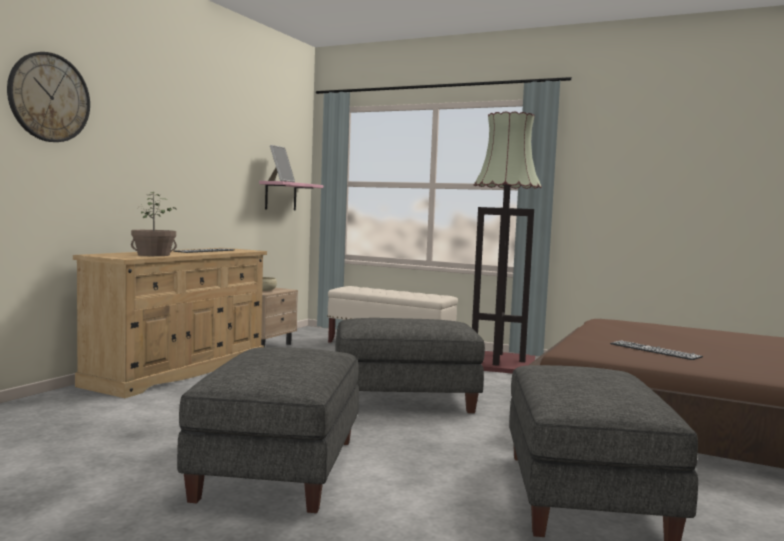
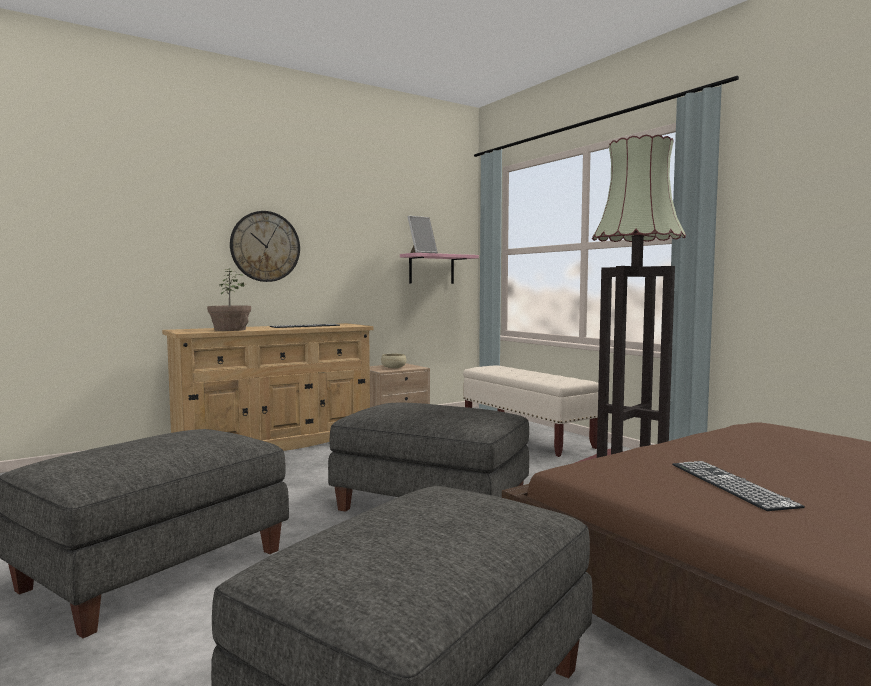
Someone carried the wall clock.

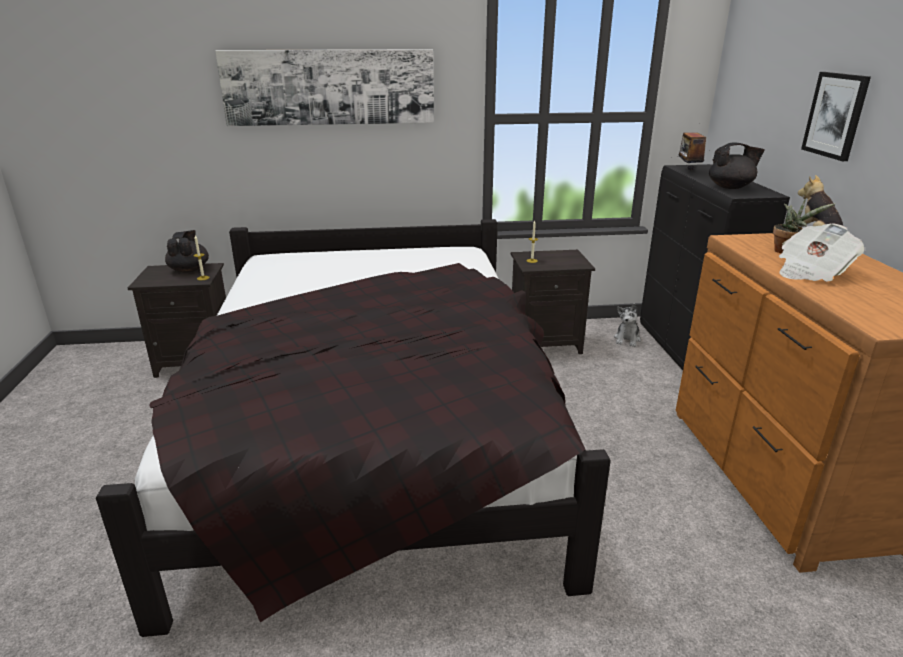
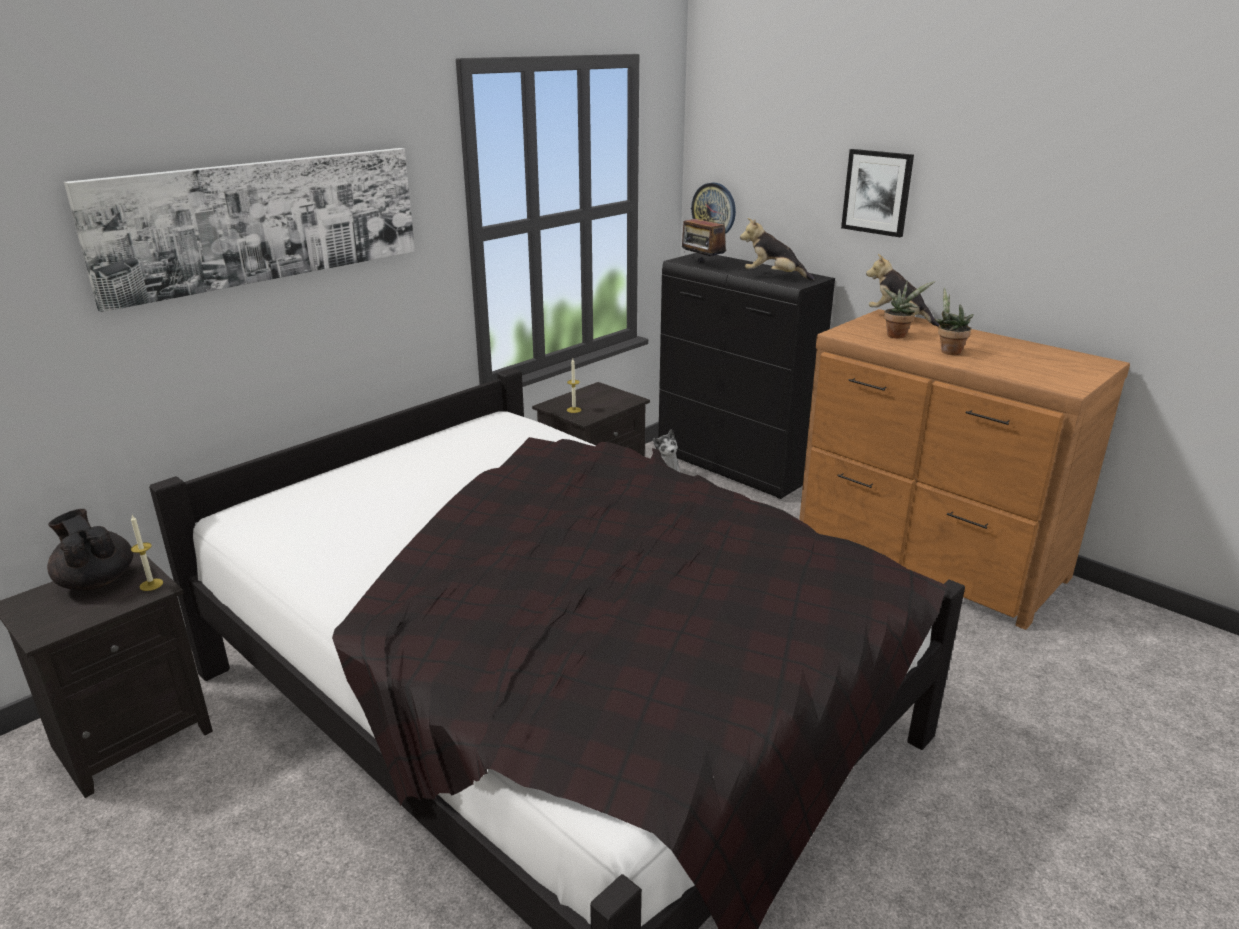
Someone swapped the black teapot (no. 2 from left) for the plush toy (no. 2 from left).
Someone swapped the newspaper for the potted plant (no. 2 from left).
Someone put up the wall clock.

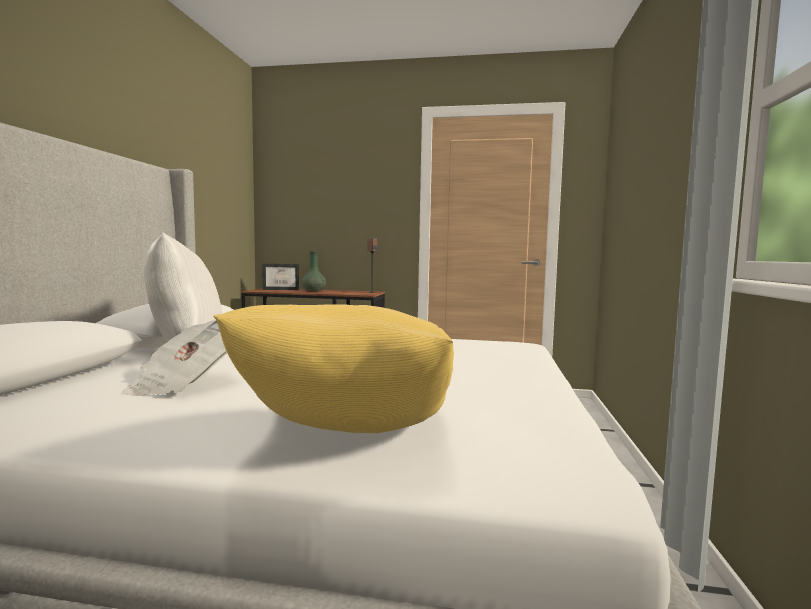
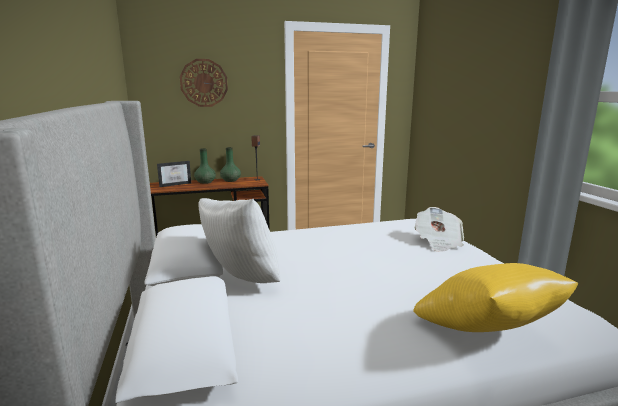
Someone carried the newspaper.
Someone put up the wall clock.
Someone put down the green vase (no. 2 from left).

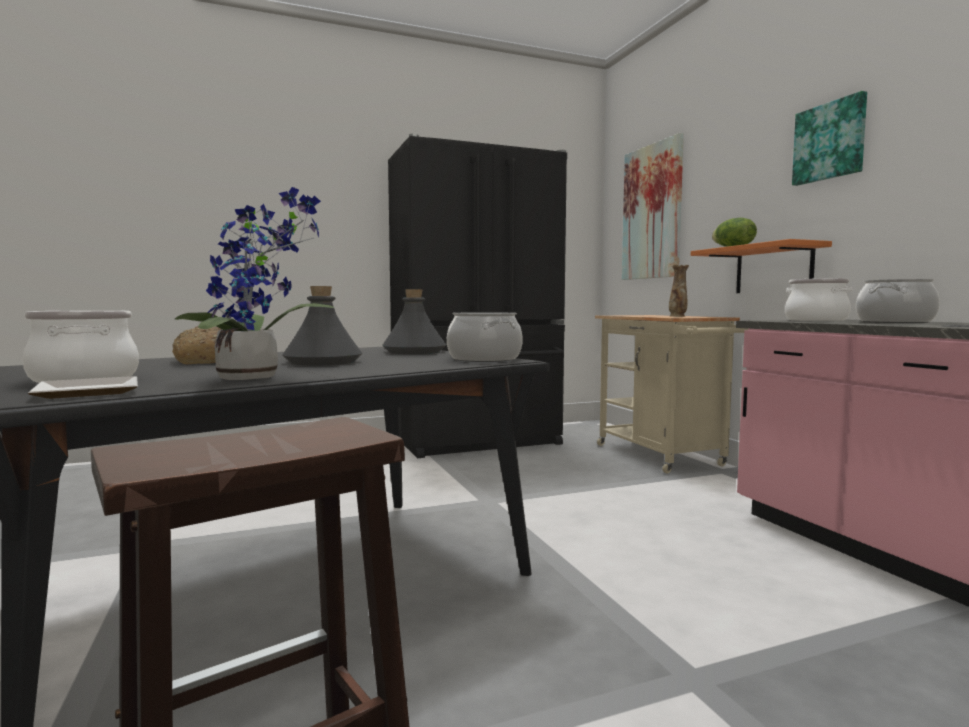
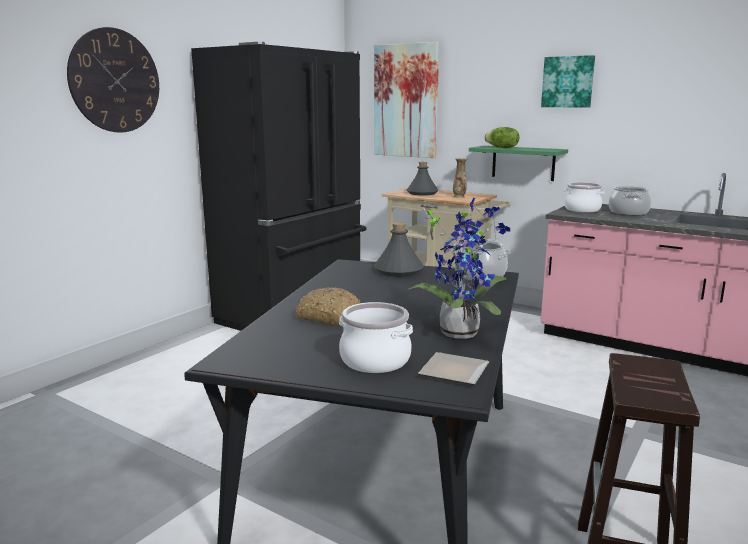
Someone carried the grey bottle (no. 1 from left in the first image).
Someone repainted the orange shelf, which became the green shelf.
Someone put up the wall clock.

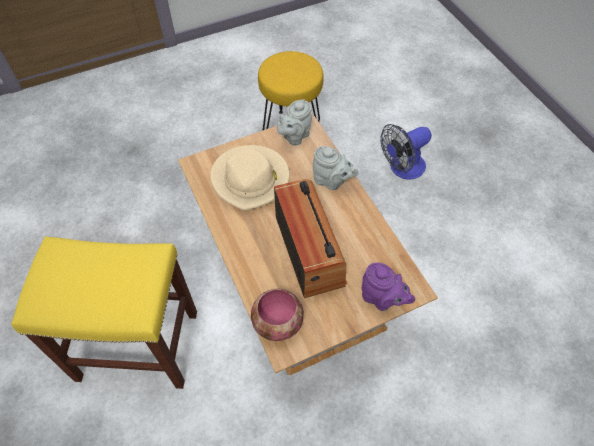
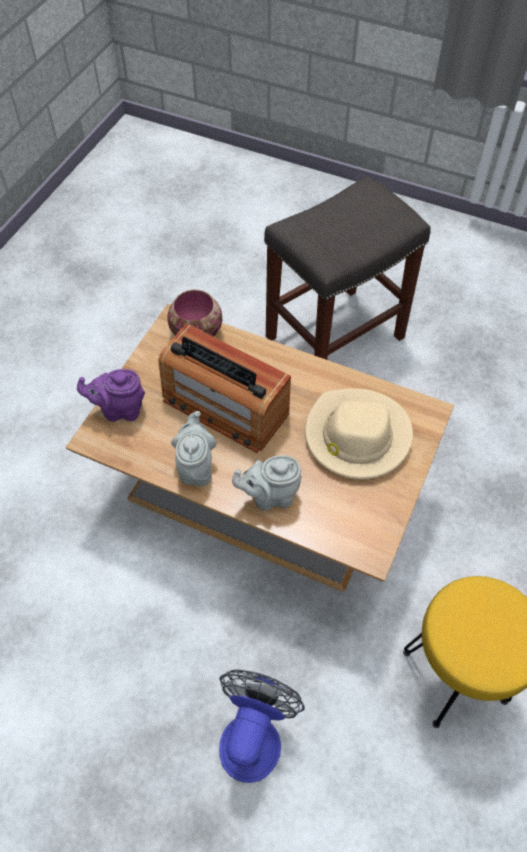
Someone repainted the yellow stool (no. 1 from left), which became the grey stool.
Someone carried the grey teapot (no. 1 from left).

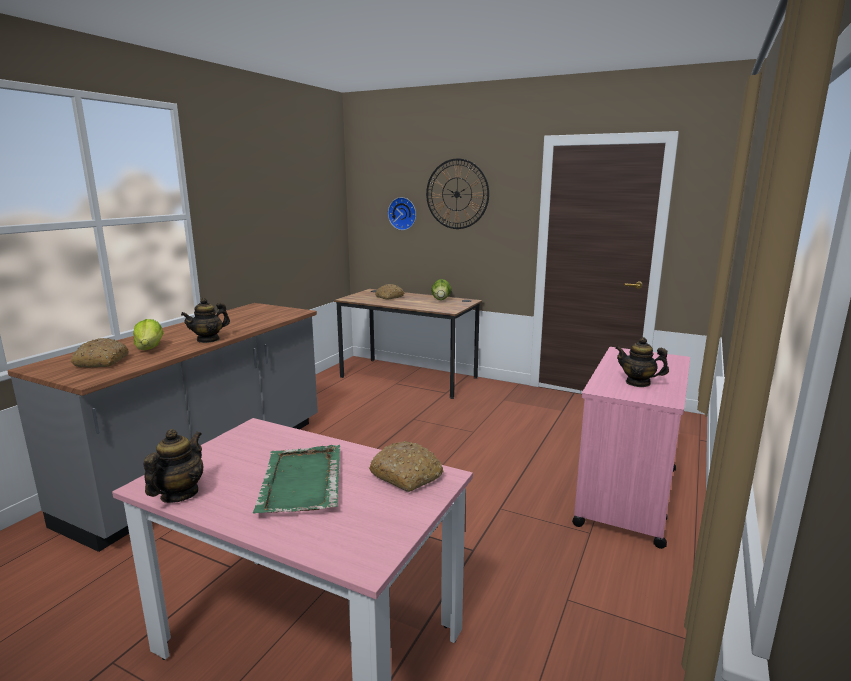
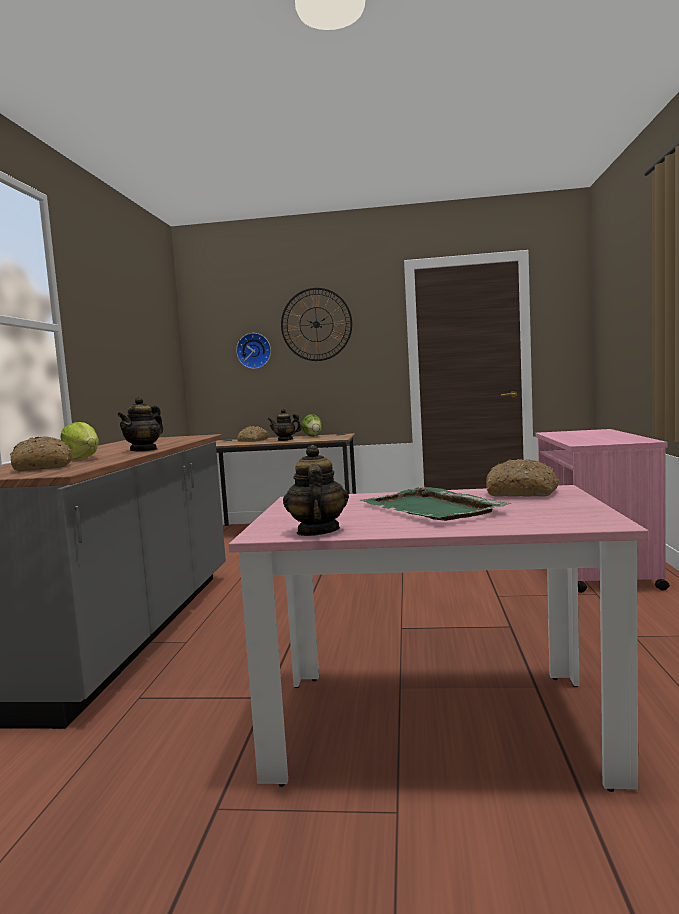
Someone carried the teapot (no. 3 from left in the first image).

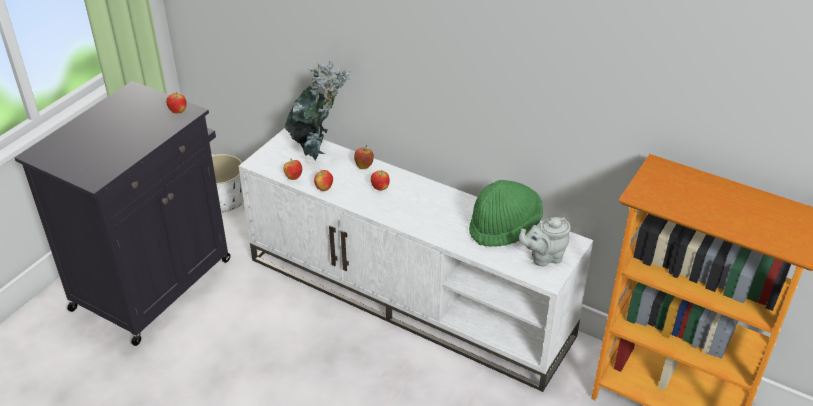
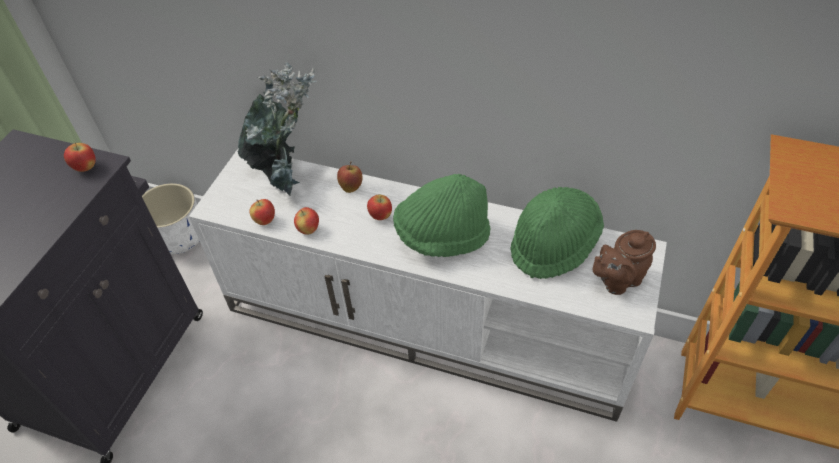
Someone repainted the grey teapot, which became the brown teapot.
Someone put down the green hat (no. 1 from left).

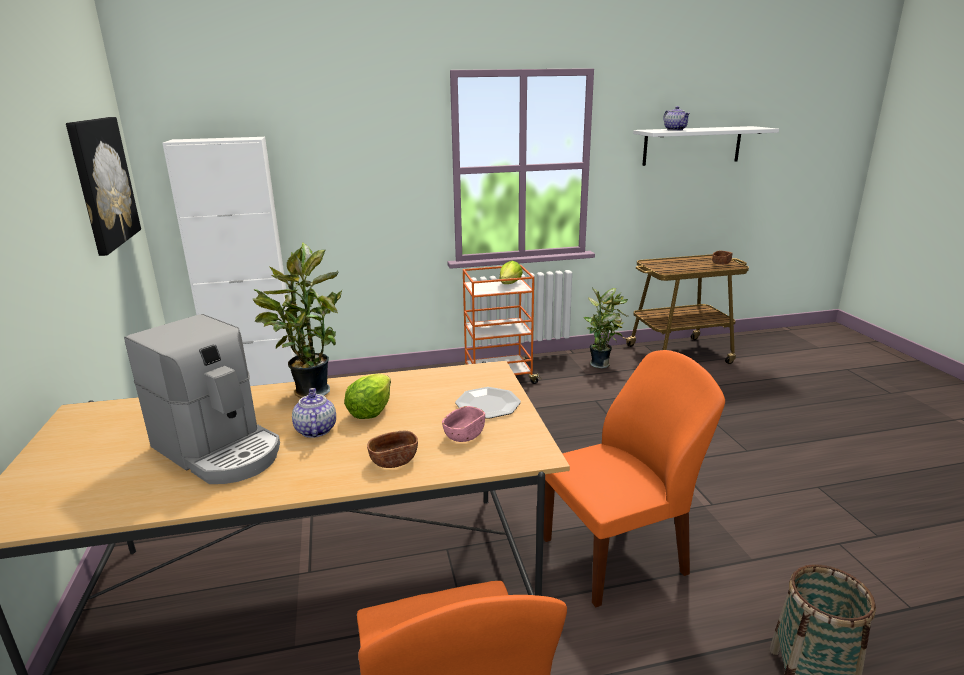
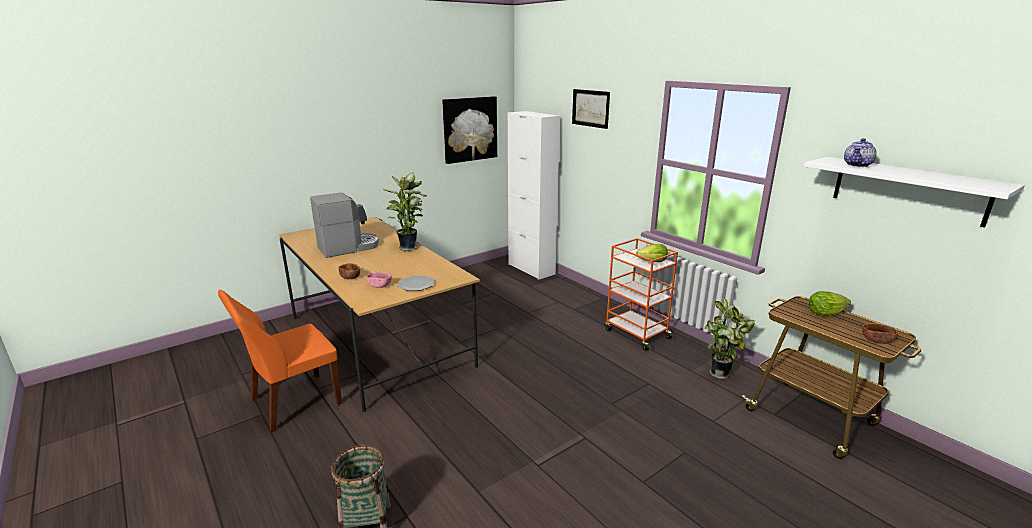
Someone rotated the coffee machine by 135 degrees counterclockwise.
Someone took away the teapot (no. 1 from left).
Someone carried the lettuce (no. 1 from left in the first image).
Someone took away the orange chair (no. 2 from left).
Someone put up the picture (no. 2 from left).

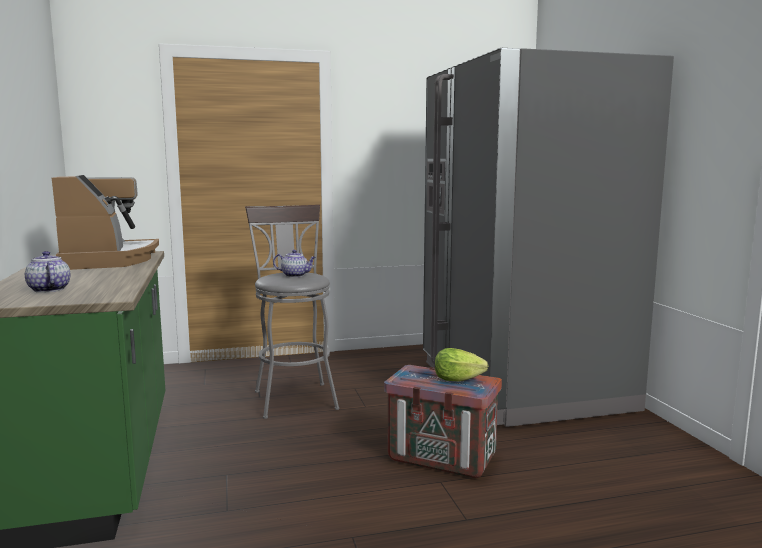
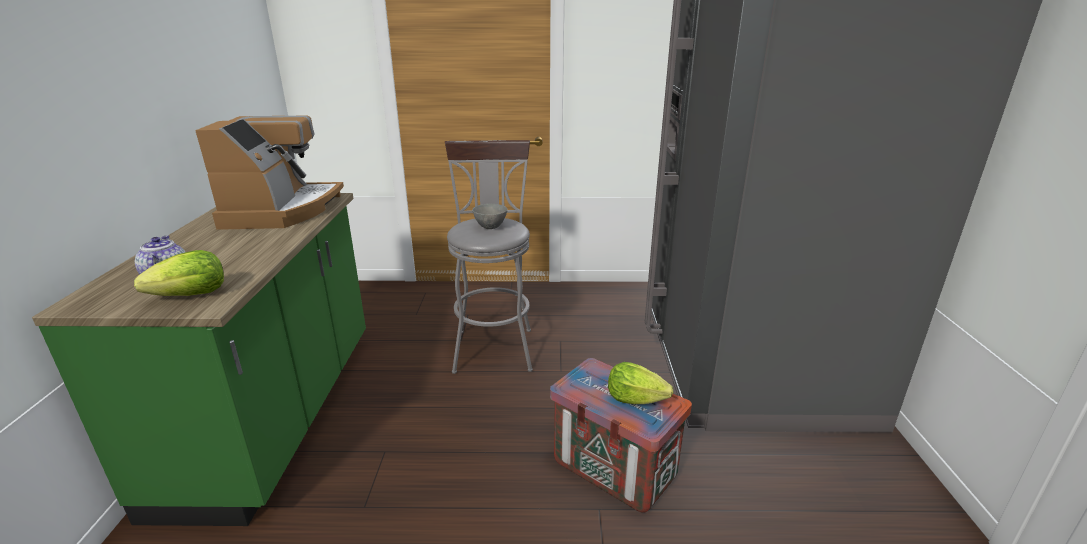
Someone swapped the teapot (no. 2 from left) for the grey bowl.
Someone put down the lettuce (no. 1 from left).

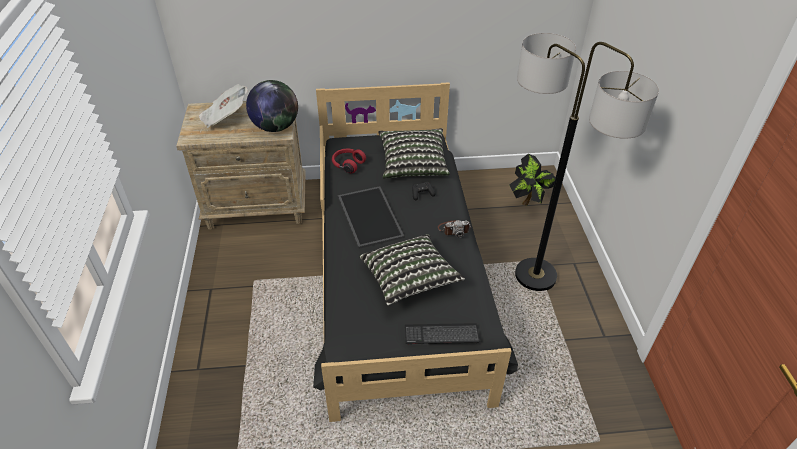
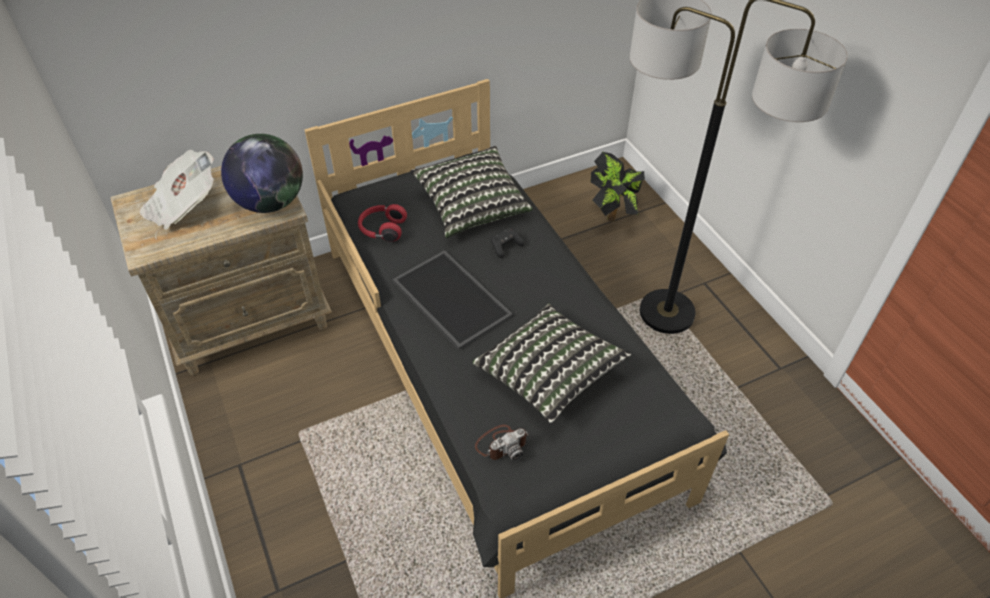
Someone took away the keyboard.
Someone carried the photo camera.

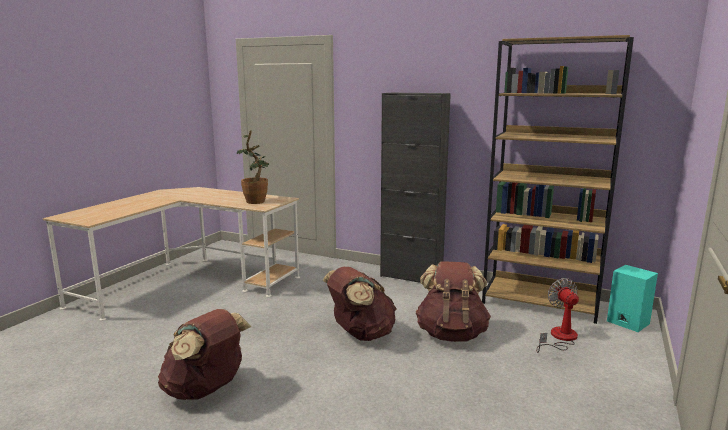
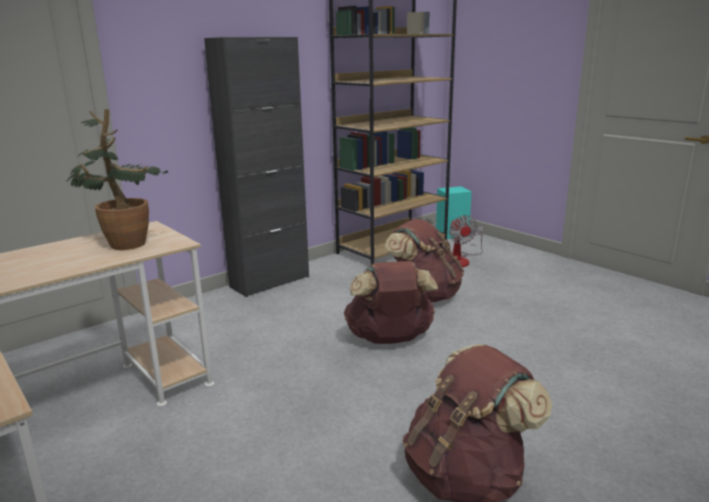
Someone rotated the fan by 120 degrees counterclockwise.

